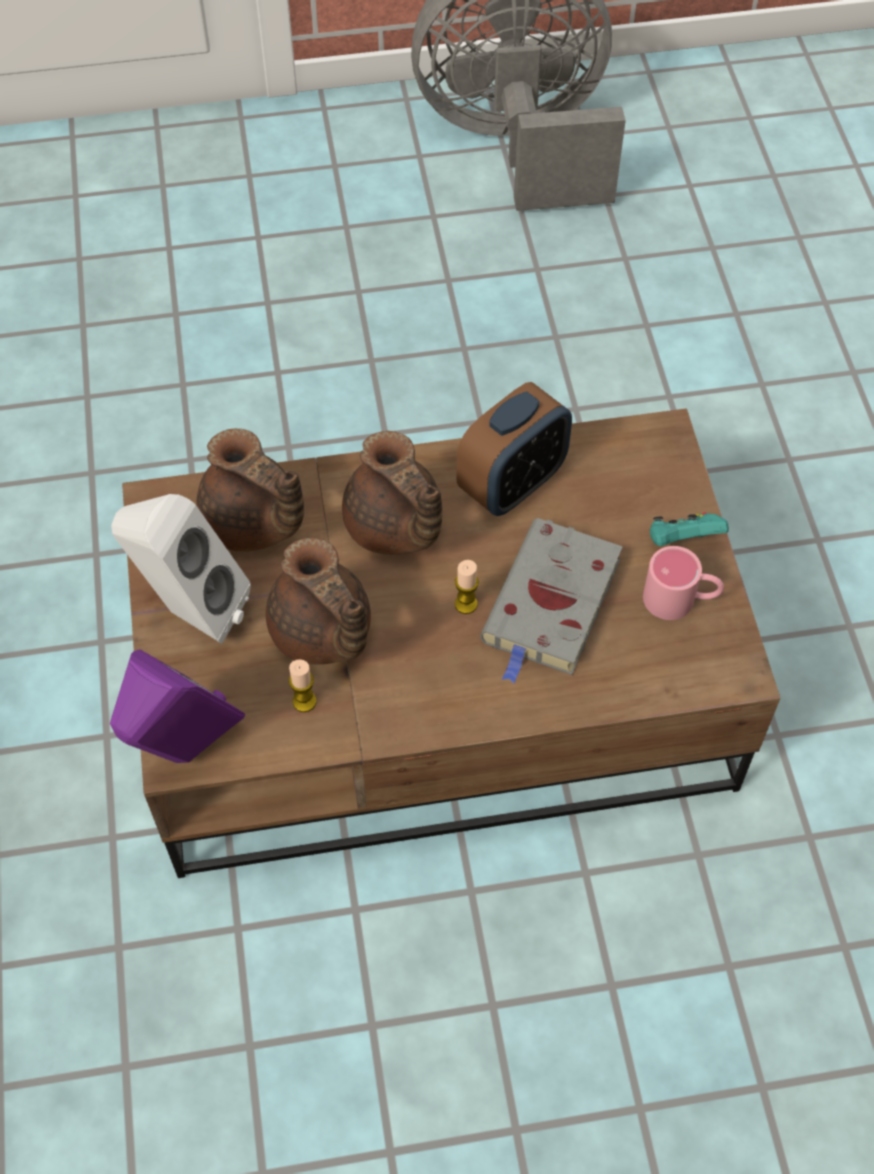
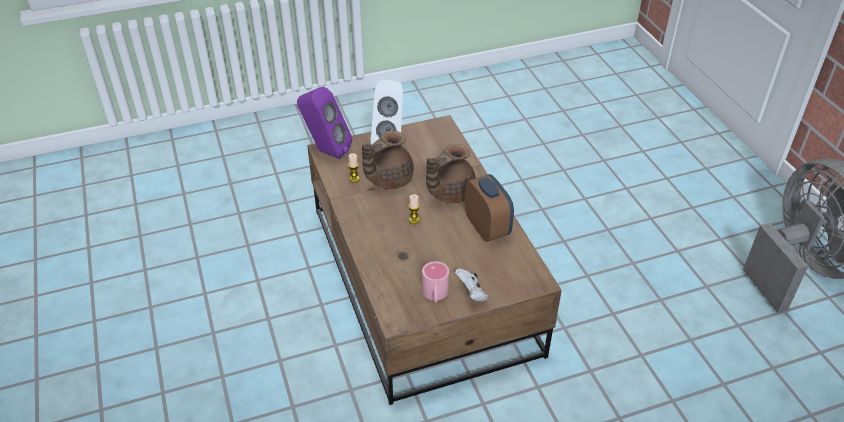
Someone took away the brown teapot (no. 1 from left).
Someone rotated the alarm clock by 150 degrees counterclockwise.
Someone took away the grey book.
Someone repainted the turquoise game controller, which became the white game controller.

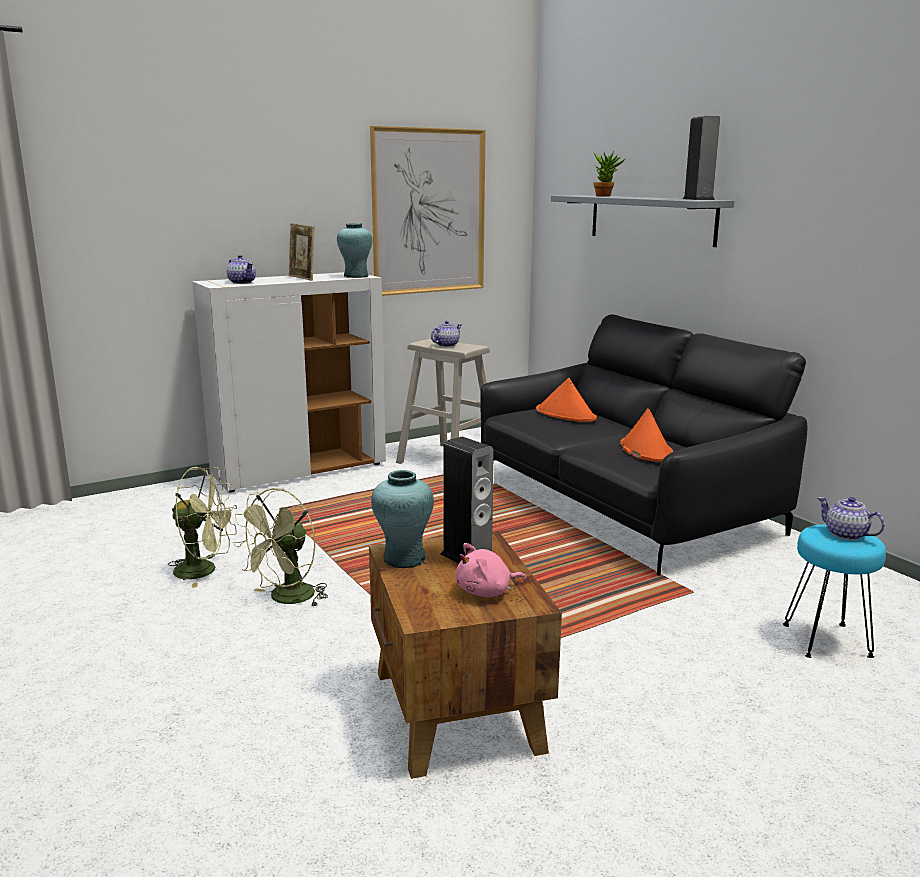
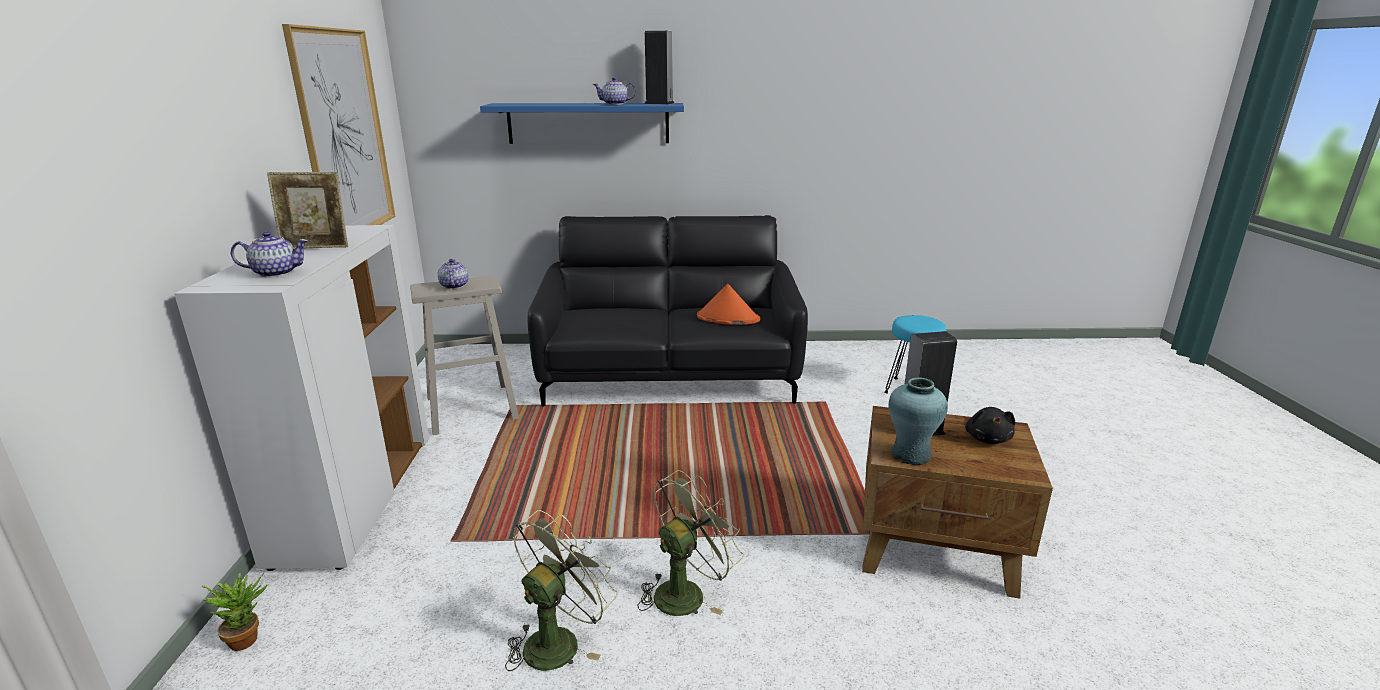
Someone rotated the green fan (no. 2 from left) by 105 degrees counterclockwise.
Someone took away the turquoise vase (no. 1 from left).
Someone repainted the pink plush toy, which became the black plush toy.
Someone took away the orange hat (no. 1 from left).
Someone repainted the grey shelf, which became the blue shelf.
Someone carried the potted plant.
Someone carried the teapot (no. 3 from left).

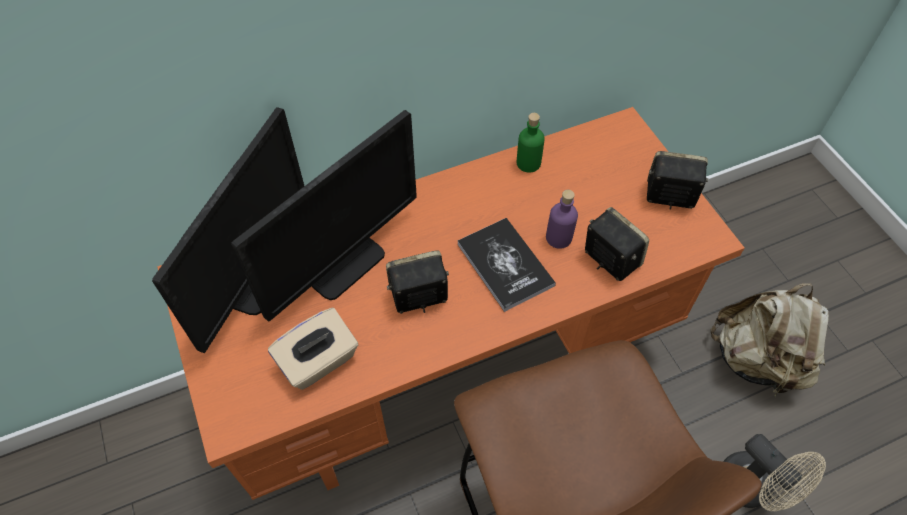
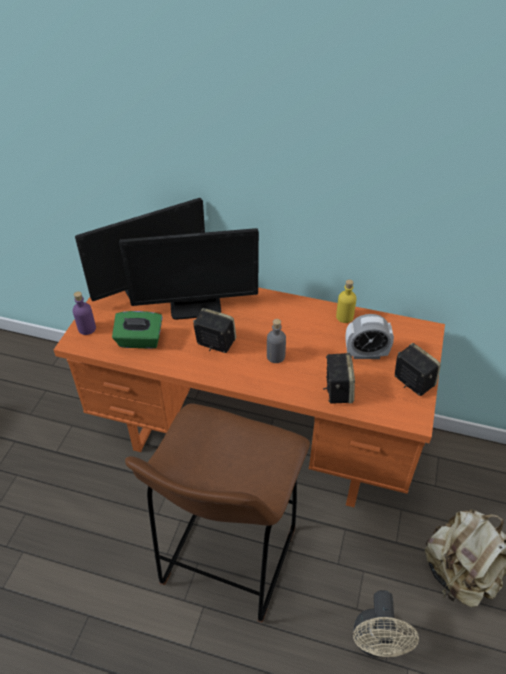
Someone repainted the beige tissue box, which became the green tissue box.
Someone swapped the book for the grey bottle.
Someone repainted the green bottle, which became the yellow bottle.
Someone carried the purple bottle.
Someone put down the alarm clock.

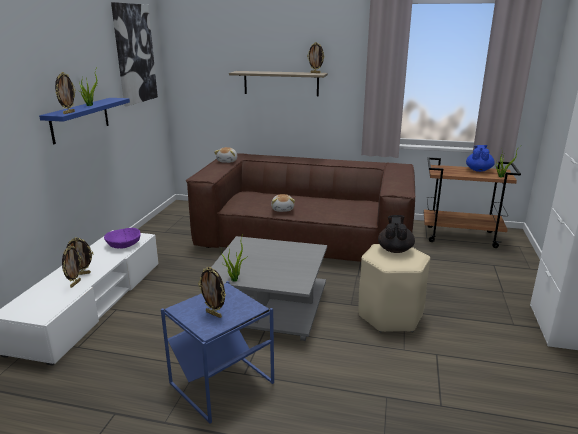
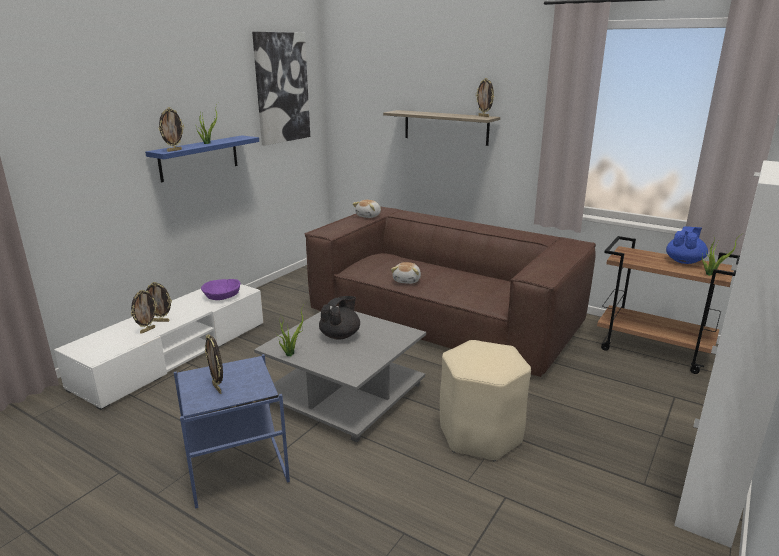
Someone carried the black teapot.

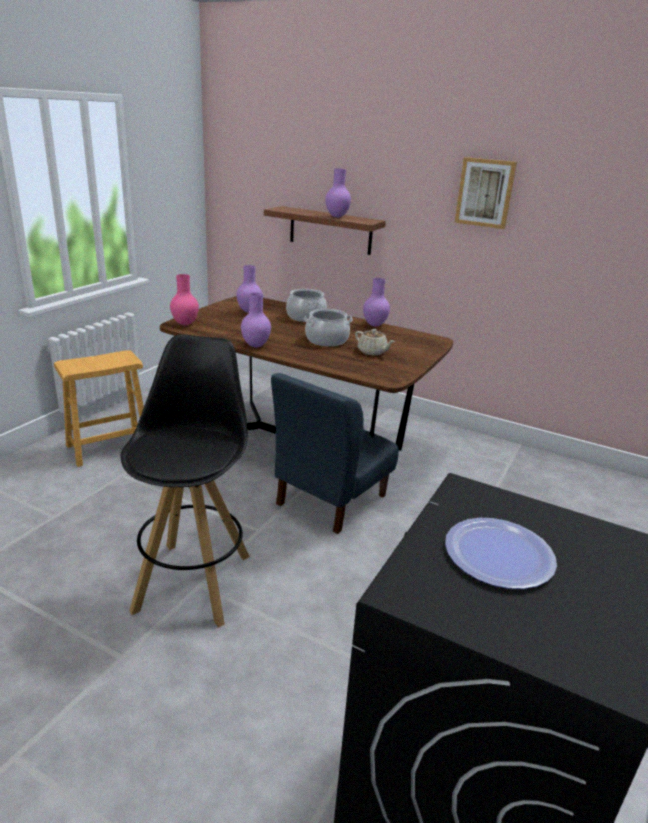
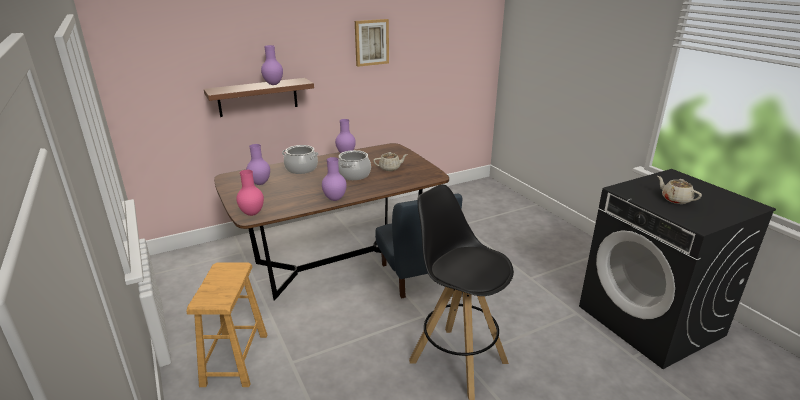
Someone swapped the plate for the beige teapot (no. 2 from left).

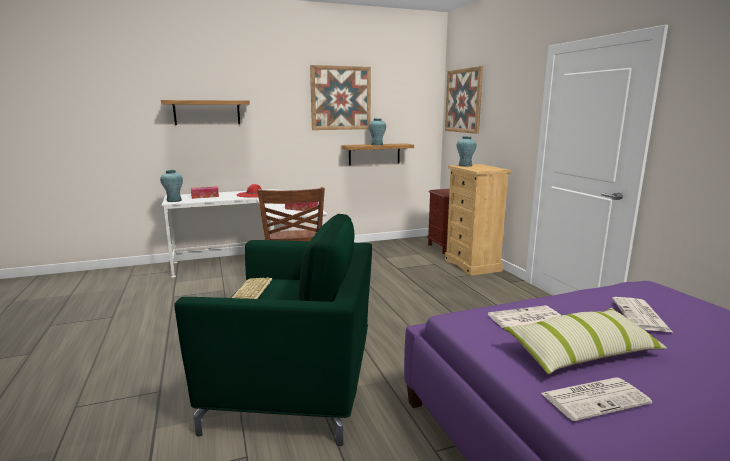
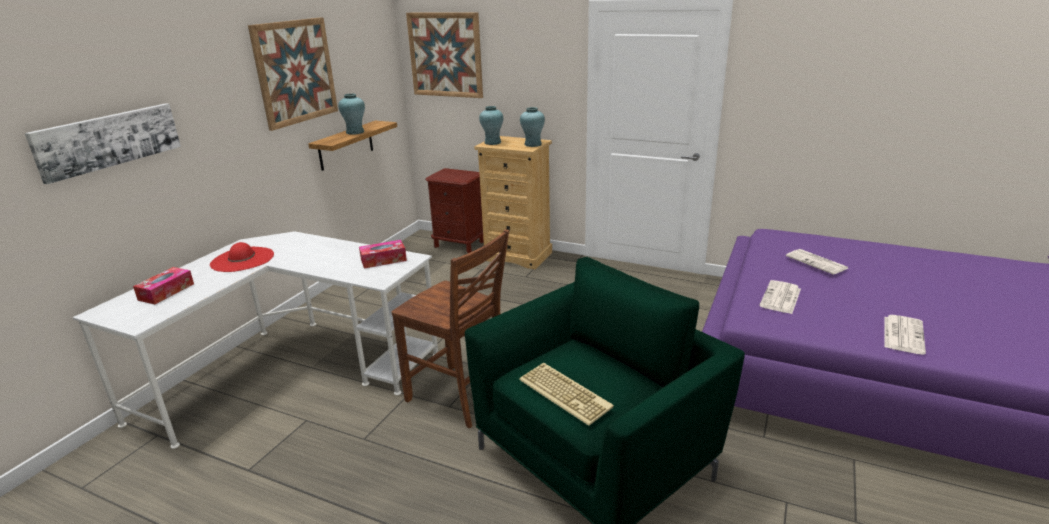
Someone carried the turquoise vase (no. 1 from left in the first image).
Someone swapped the shelf (no. 1 from left) for the picture (no. 1 from left).
Someone took away the pillow.

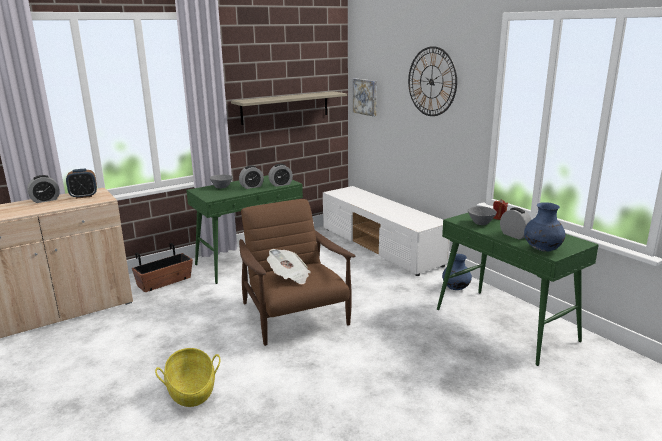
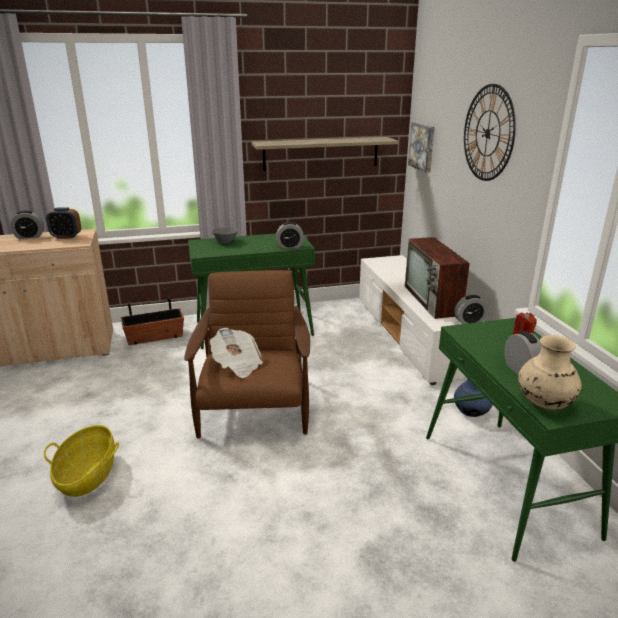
Someone carried the alarm clock (no. 3 from left in the first image).
Someone took away the grey bowl (no. 2 from left).
Someone repainted the blue vase (no. 2 from left), which became the beige vase.
Someone put down the television.

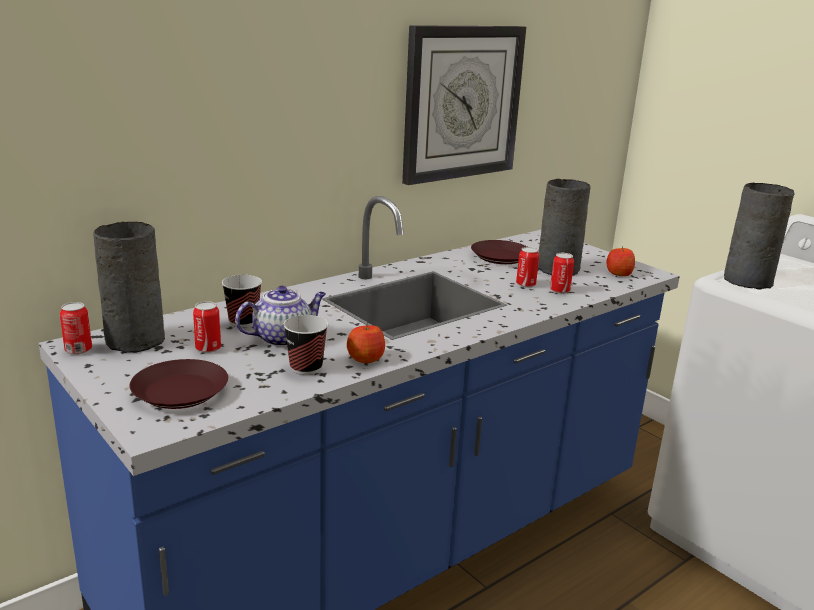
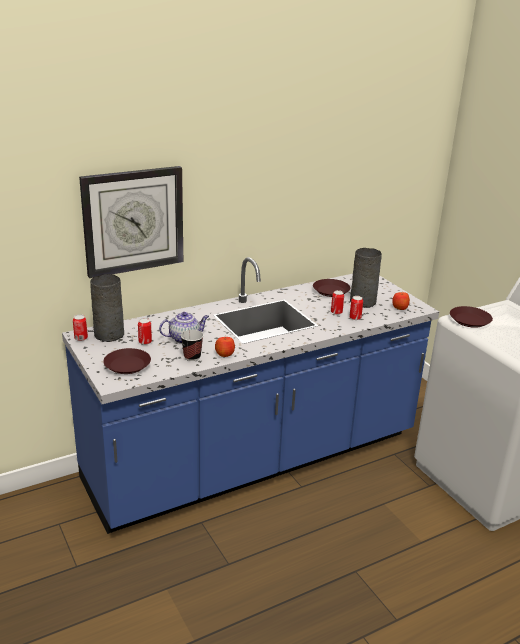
Someone took away the cup (no. 1 from left).
Someone carried the wall clock.
Someone swapped the grey vase (no. 3 from left) for the brown plate (no. 3 from left).

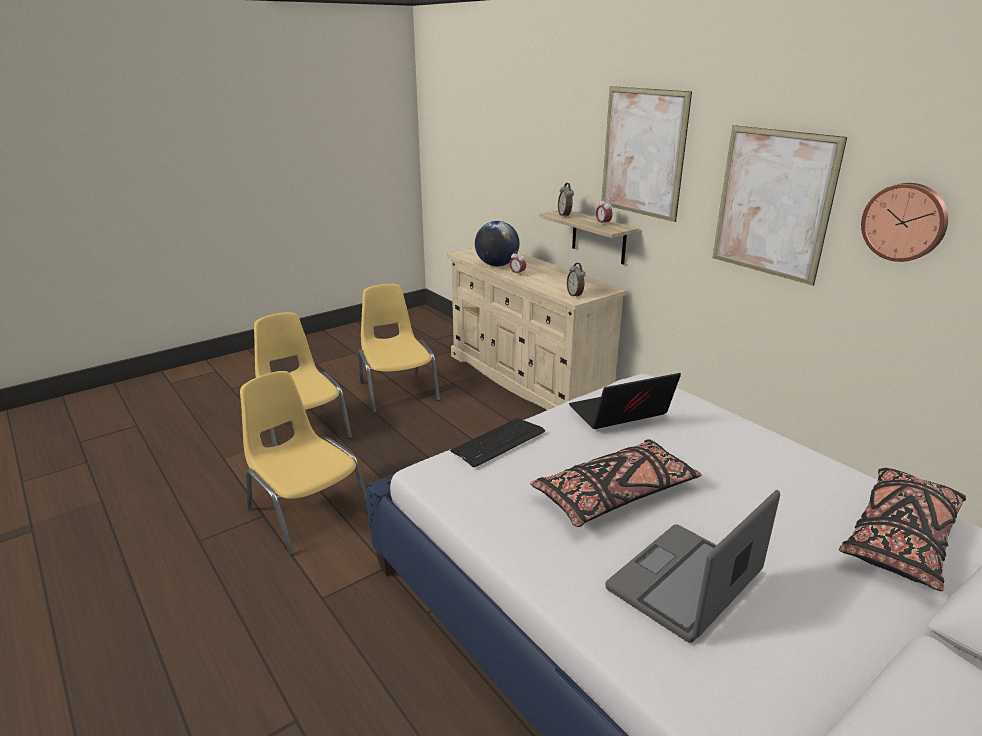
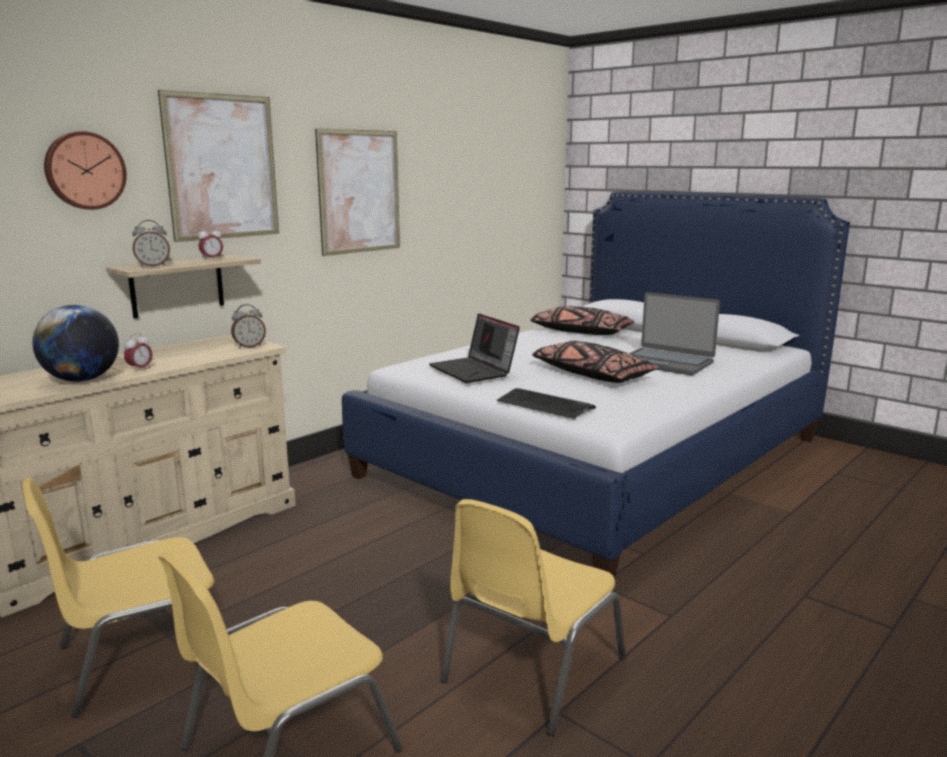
Someone carried the wall clock.

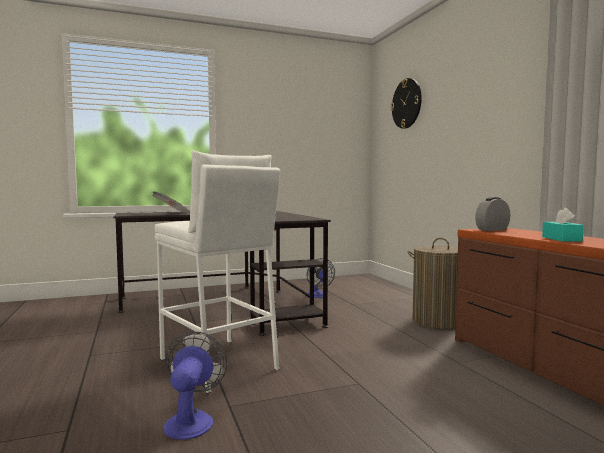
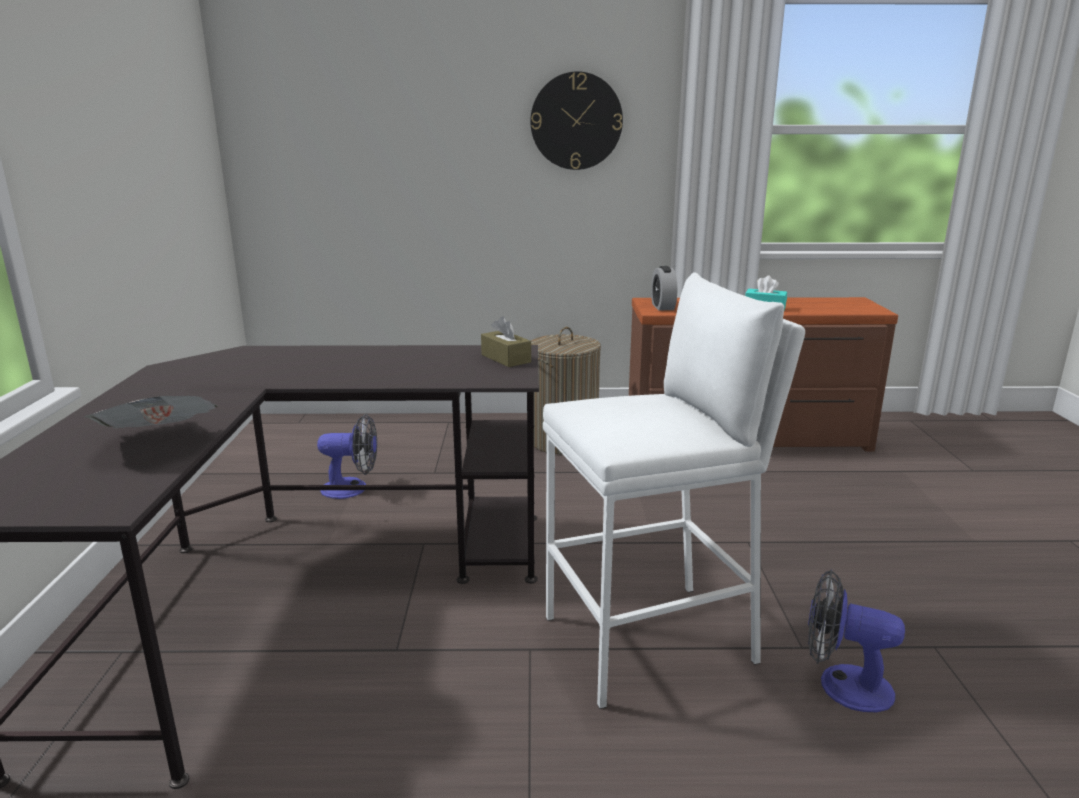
Someone carried the wall clock.
Someone put down the brown tissue box.

